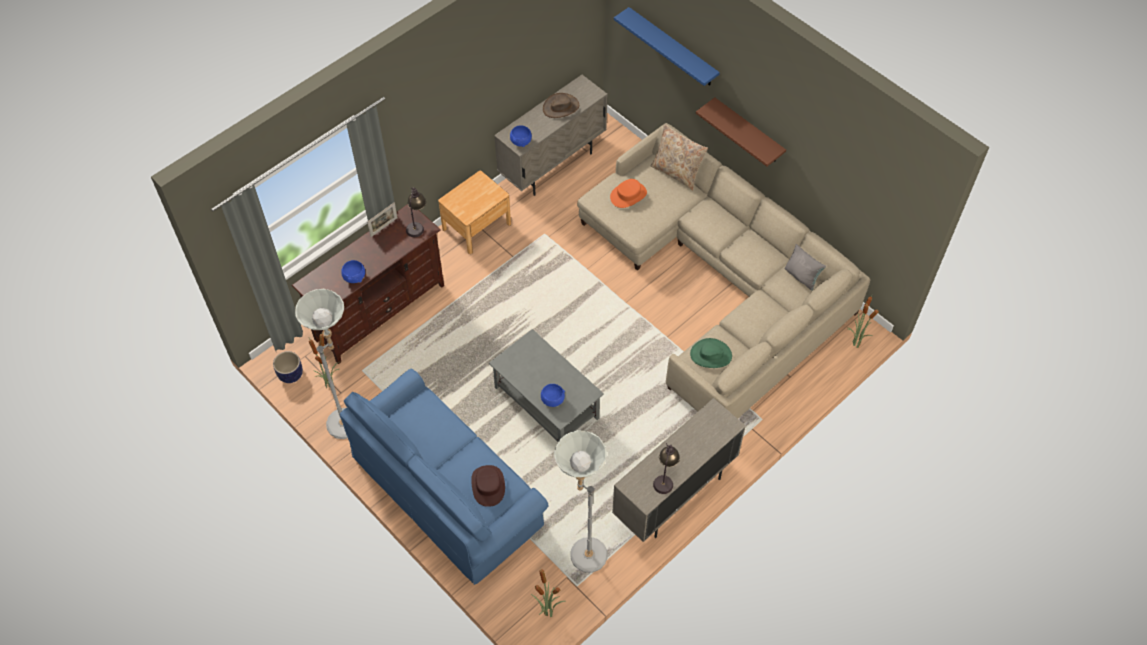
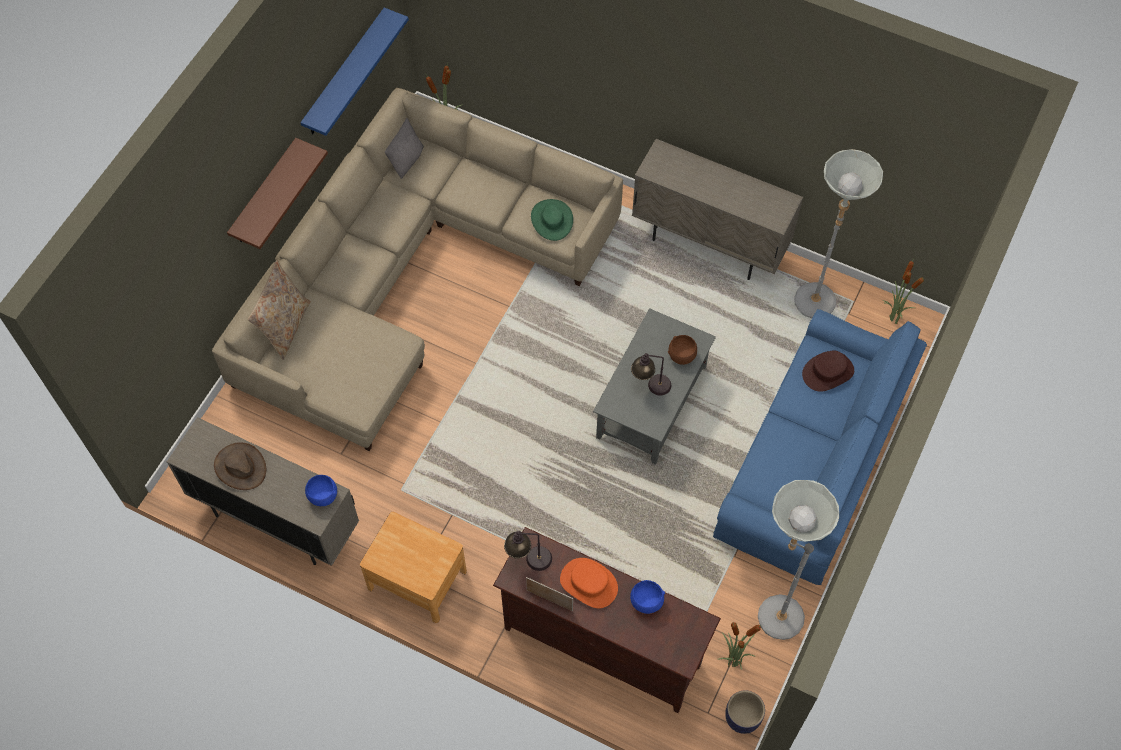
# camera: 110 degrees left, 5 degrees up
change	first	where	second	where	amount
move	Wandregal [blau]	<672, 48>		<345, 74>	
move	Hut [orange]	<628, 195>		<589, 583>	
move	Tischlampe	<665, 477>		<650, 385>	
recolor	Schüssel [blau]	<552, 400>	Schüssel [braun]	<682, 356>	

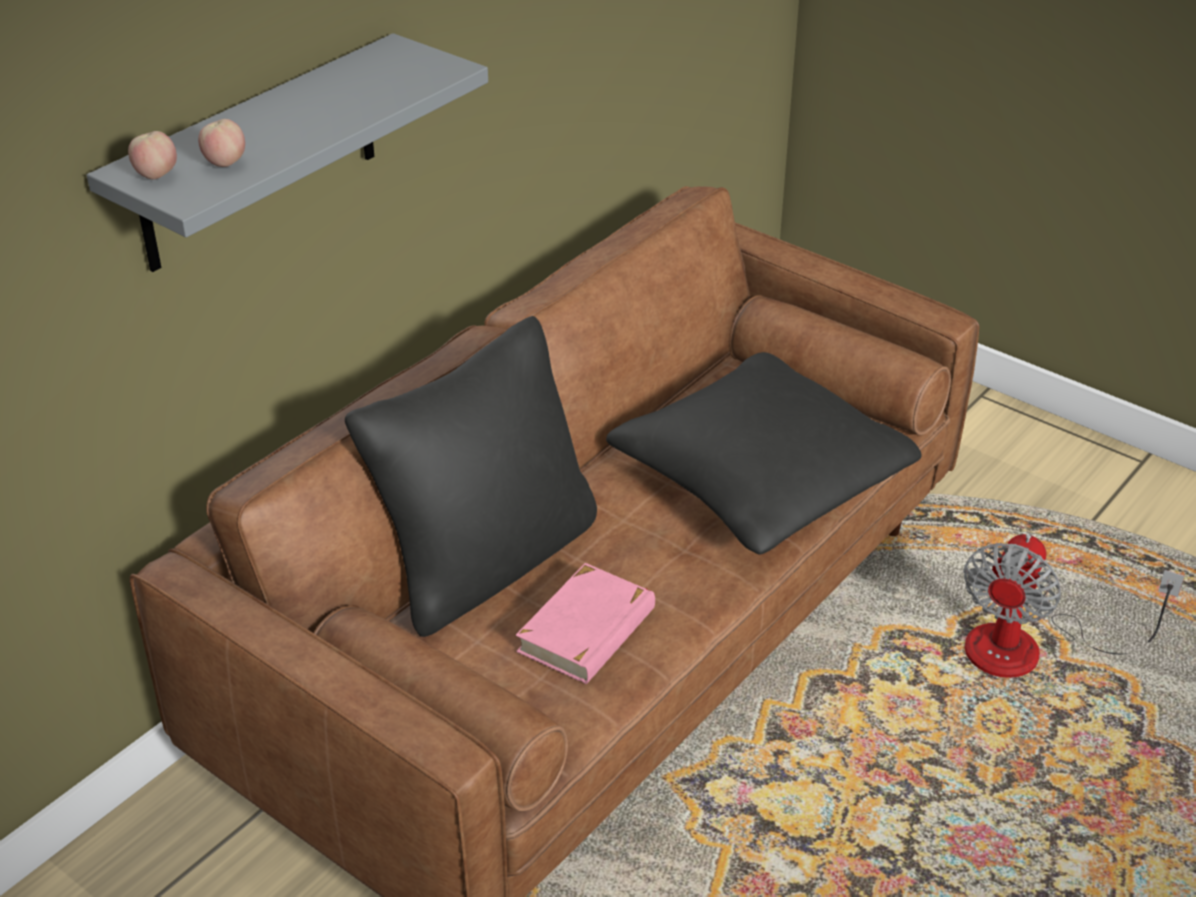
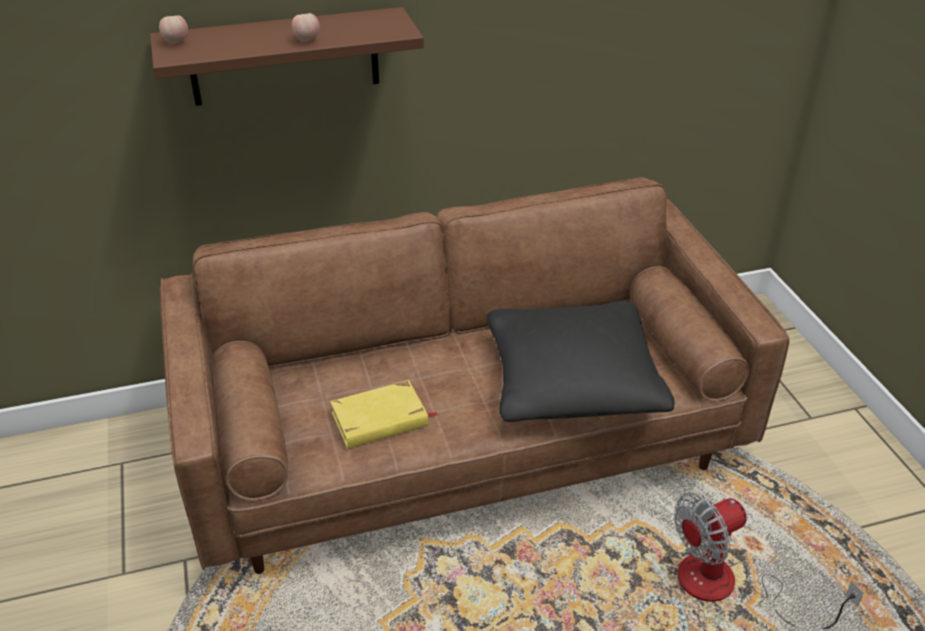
# camera: 35 degrees right, 0 degrees up
change	first	where	second	where	amount
recolor	Wandregal [grau]	<259, 155>	Wandregal [braun]	<284, 57>	
move	Apfel	<225, 163>		<307, 41>	
recolor	Buch [rosa]	<588, 630>	Buch [gelb]	<380, 420>	
delete	Kissen [schwarz]	<486, 561>			

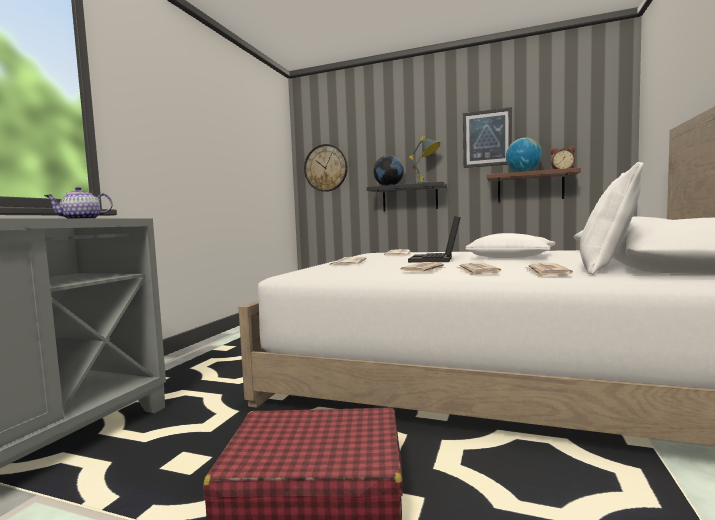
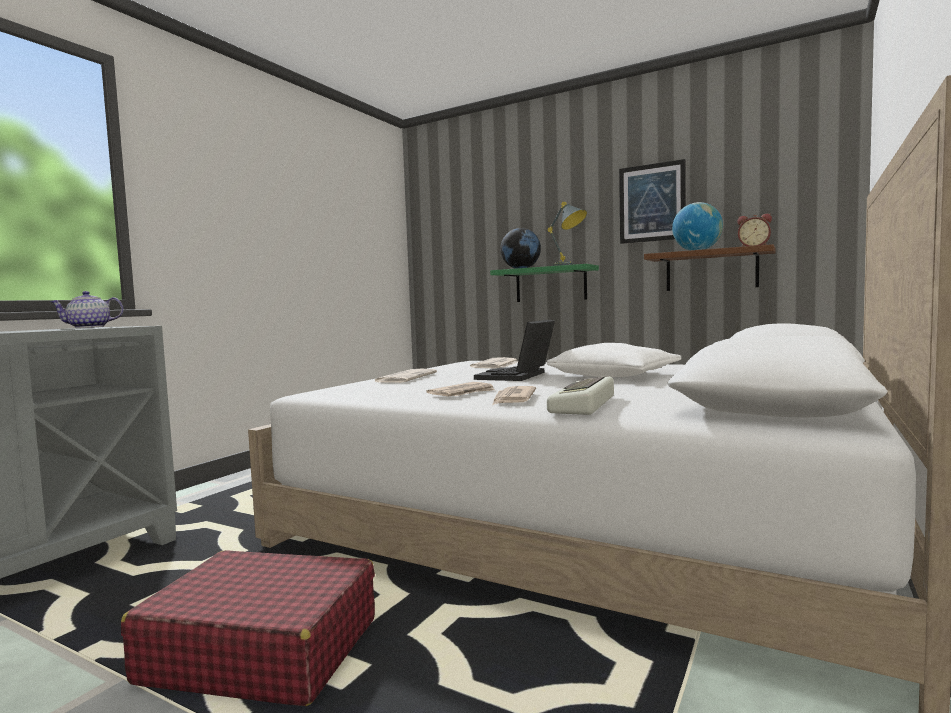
# camera: 10 degrees right, 0 degrees up
change	first	where	second	where	amount
recolor	Wandregal [schwarz]	<410, 198>	Wandregal [grün]	<550, 284>	
replace	Zeitung	<546, 273>	Tastatur	<585, 405>	
delete	Wanduhr	<326, 168>			
delete	Kissen [weiß]	<606, 268>			

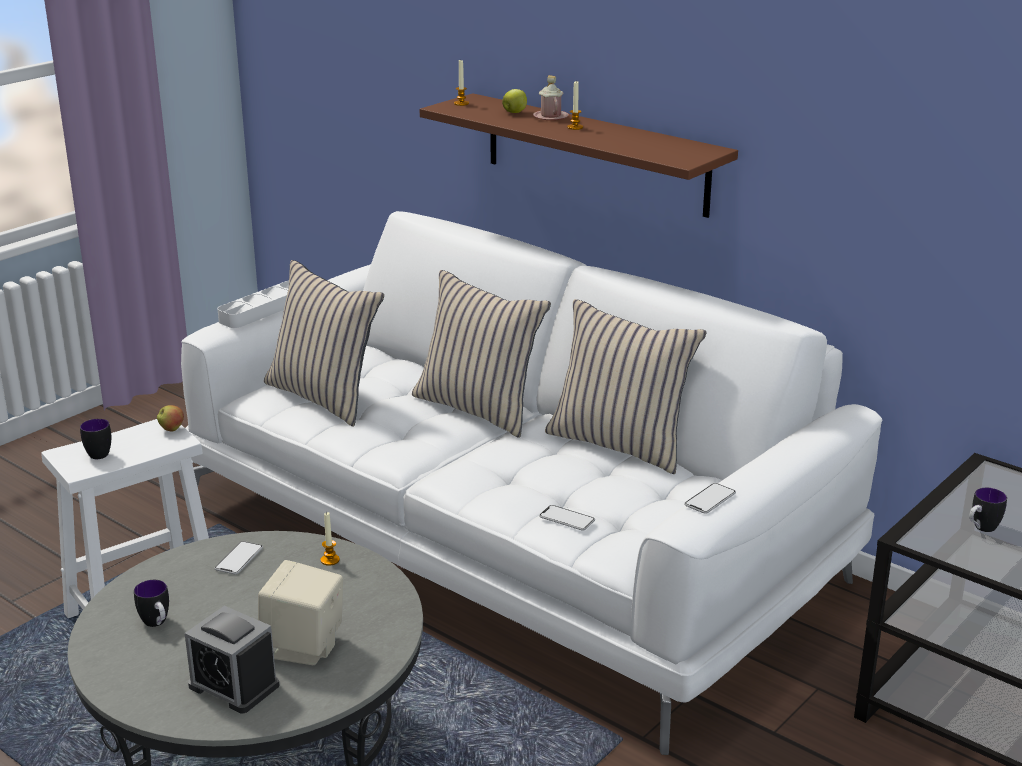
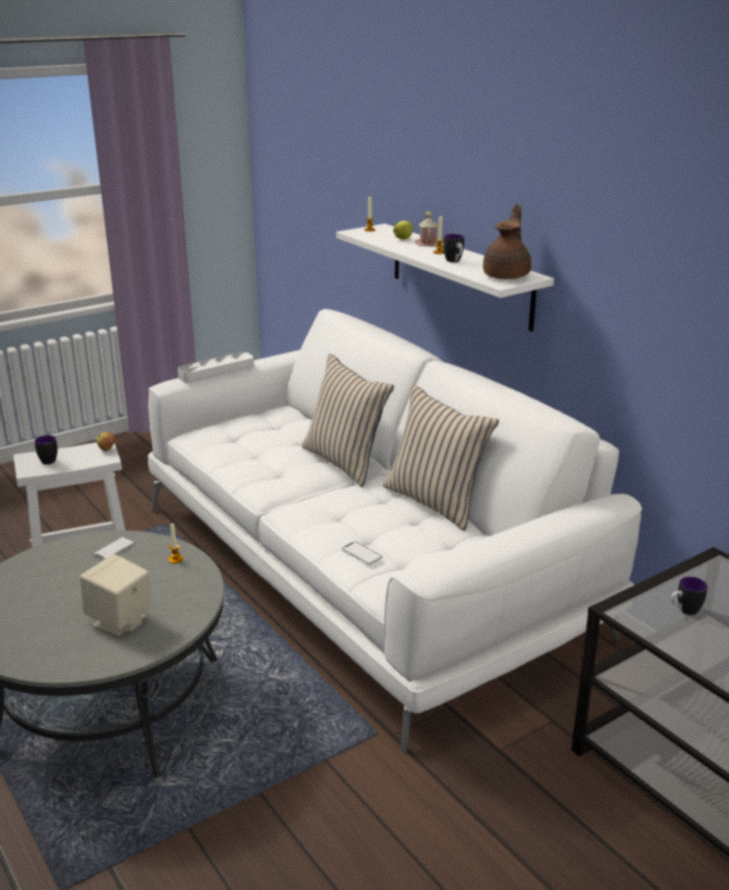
# camera: 15 degrees right, 0 degrees up
change	first	where	second	where	amount
recolor	Wandregal [braun]	<595, 154>	Wandregal [weiß]	<460, 275>	
move	Henkelbecher	<157, 624>		<454, 261>	
insert			Teekanne [braun]	<507, 275>	
delete	Wecker	<234, 686>			
delete	Kissen [beige]	<325, 397>			
delete	Handy	<710, 499>			

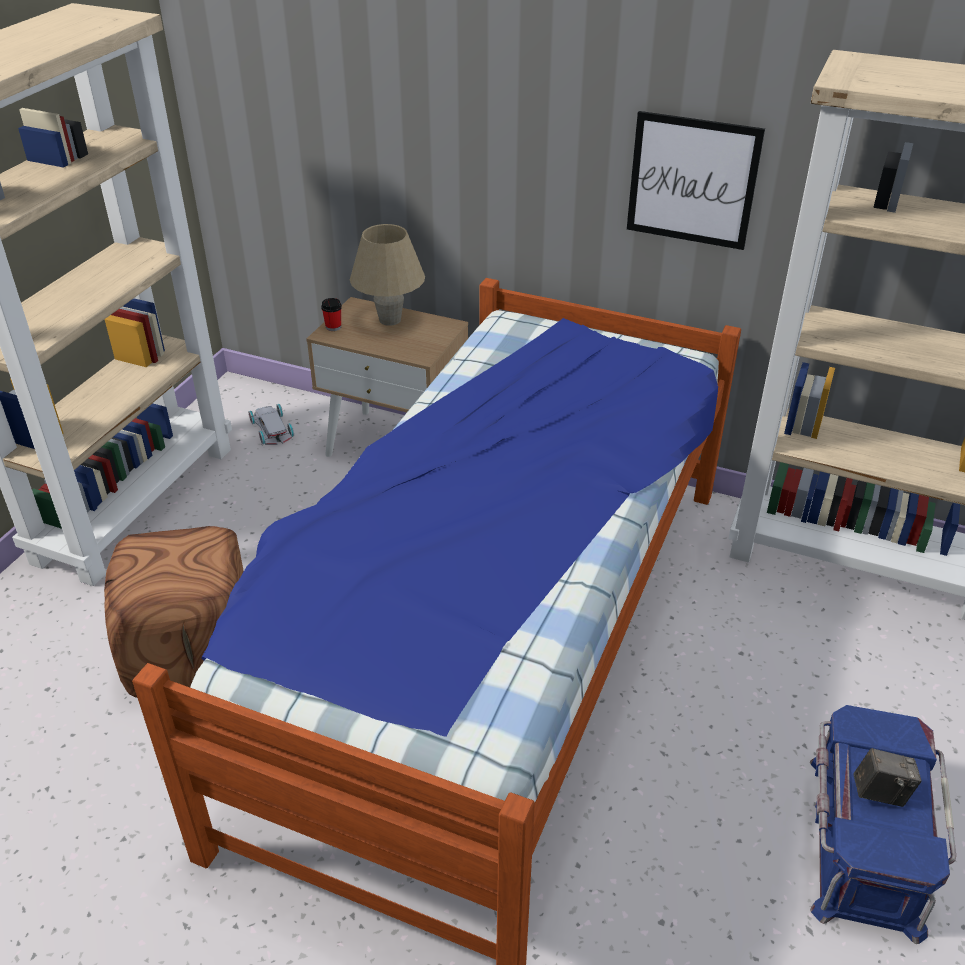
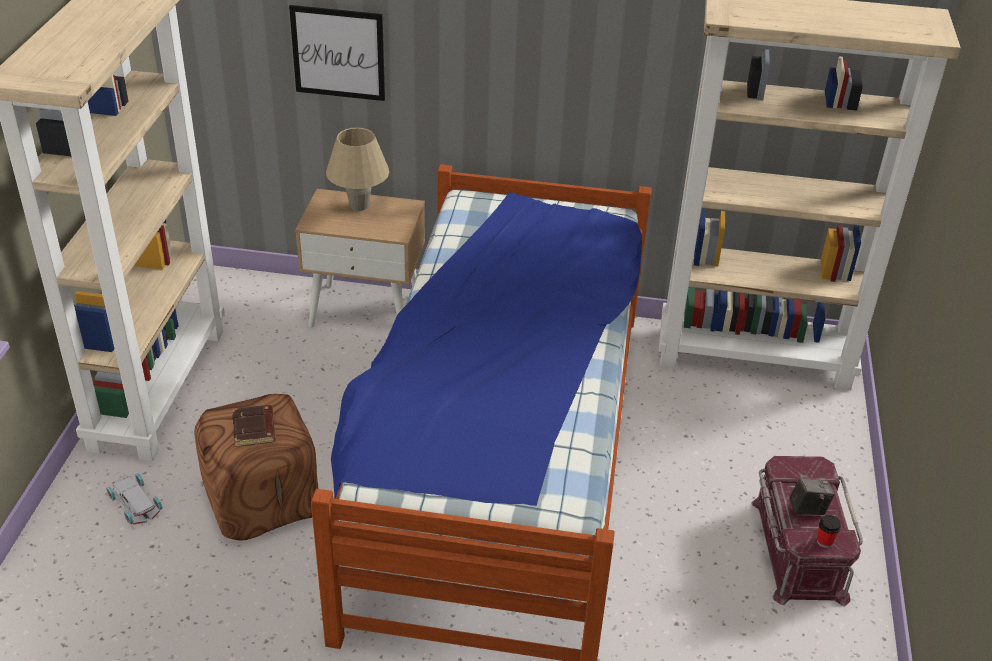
# camera: 15 degrees left, 0 degrees up
change	first	where	second	where	amount
move	Spielzeugauto [weiß]	<272, 428>		<135, 502>	
insert			Buch [braun]	<255, 429>	
move	Bild	<692, 180>		<338, 53>	
recolor	Aufbewahrungsbox [blau]	<861, 841>	Aufbewahrungsbox [rot]	<796, 549>	
move	Tasse	<333, 327>		<824, 541>	

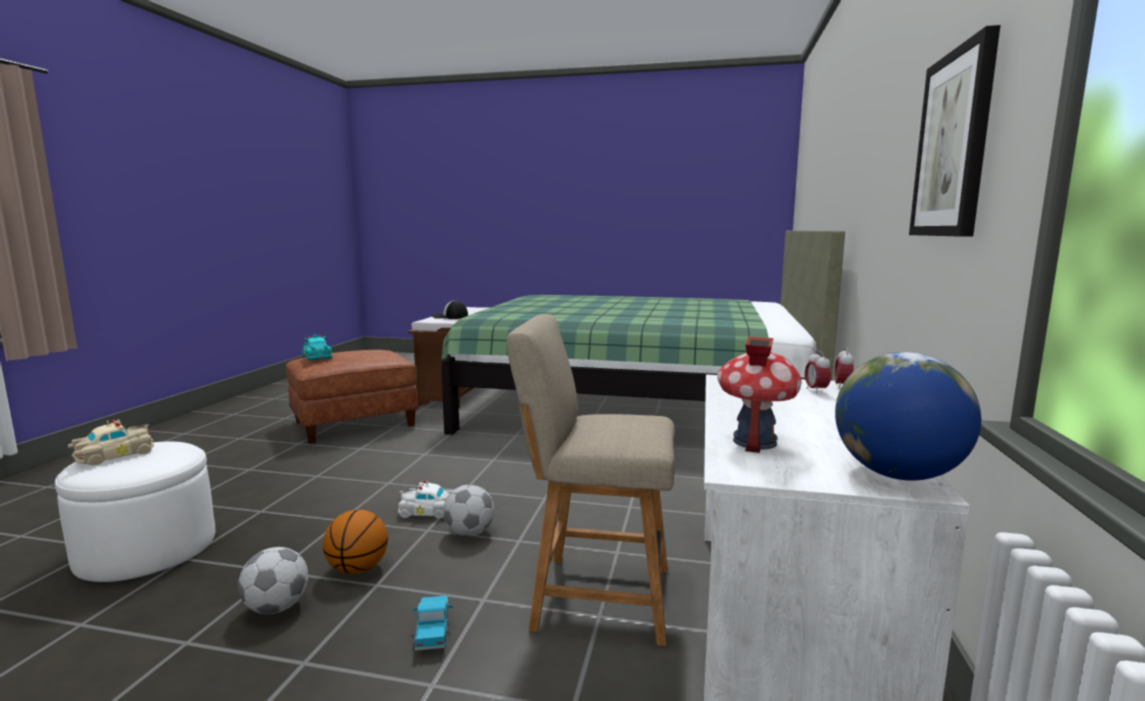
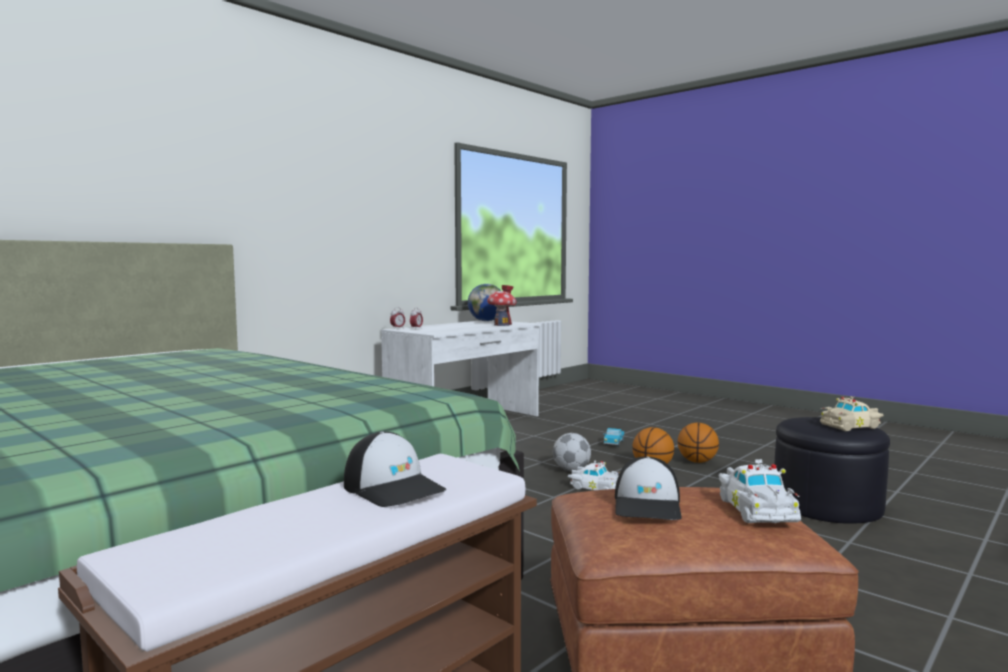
# camera: 150 degrees left, 5 degrees down
change	first	where	second	where	amount
insert			Kappe	<648, 505>	
replace	Fußball	<277, 607>	Basketball	<697, 461>	
recolor	Spielzeugauto [türkis]	<317, 357>	Spielzeugauto [weiß]	<757, 509>	
recolor	Polsterhocker [weiß]	<146, 549>	Polsterhocker [schwarz]	<827, 505>	
delete	Stuhl [beige]	<594, 596>			
delete	Bild	<954, 145>			

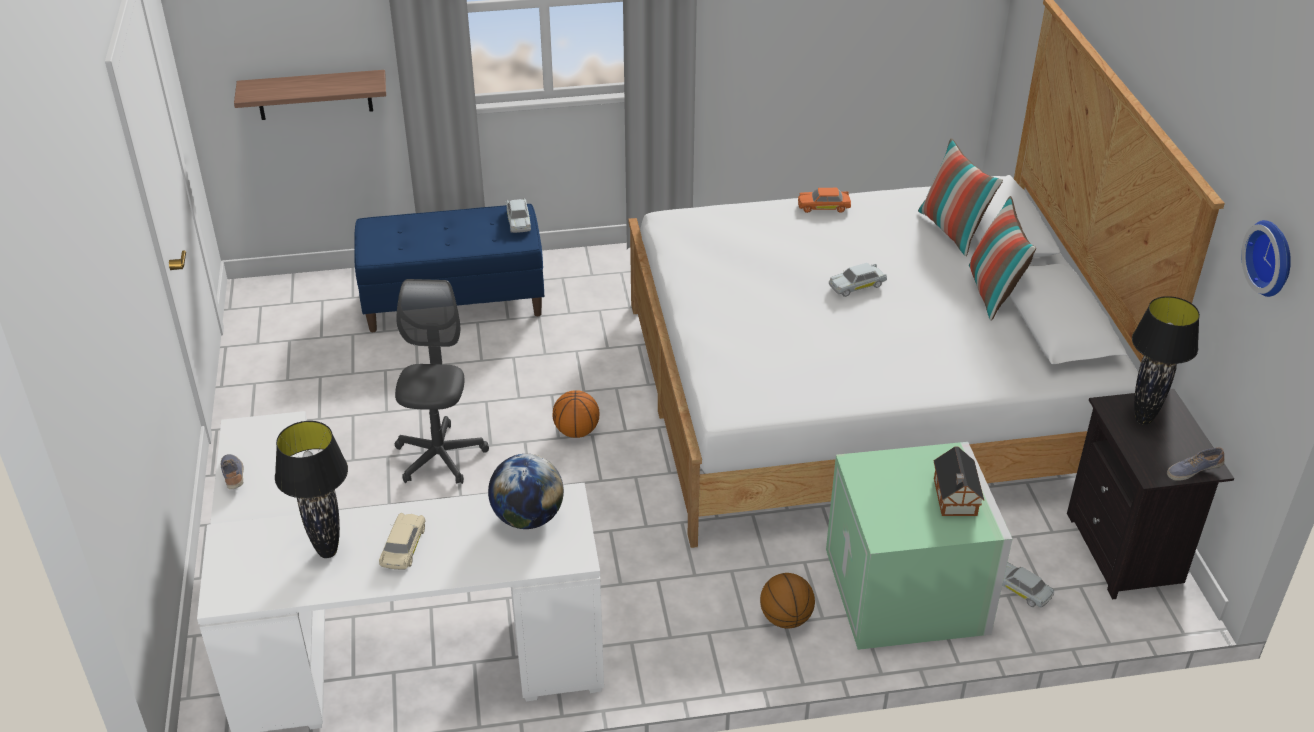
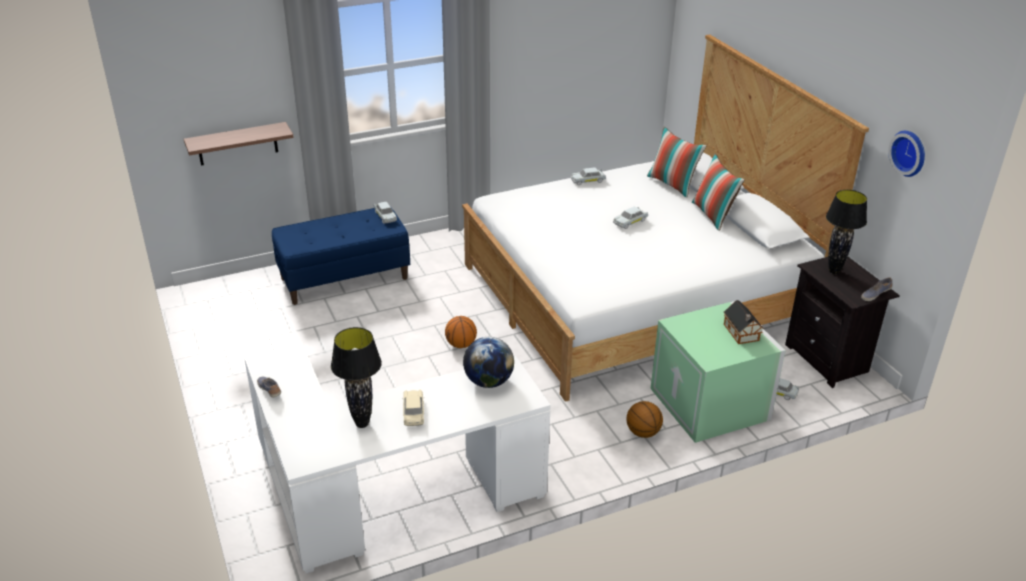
# camera: 15 degrees left, 5 degrees down
change	first	where	second	where	amount
recolor	Spielzeugauto [orange]	<824, 206>	Spielzeugauto [weiß]	<588, 180>	
delete	Bürostuhl [grau]	<440, 457>			

